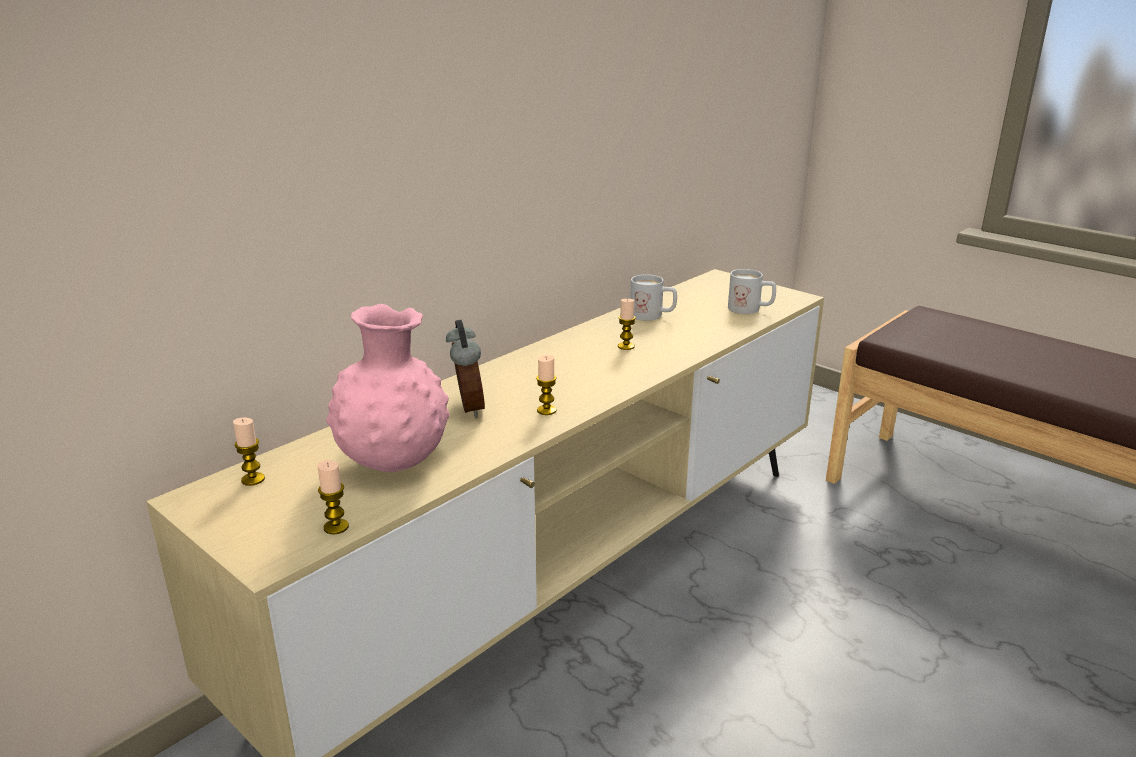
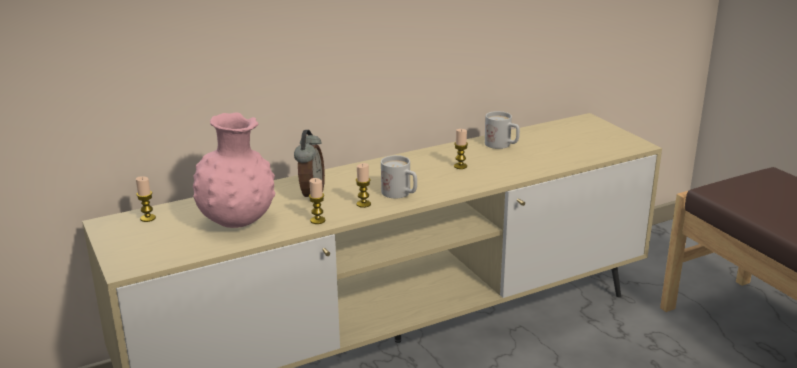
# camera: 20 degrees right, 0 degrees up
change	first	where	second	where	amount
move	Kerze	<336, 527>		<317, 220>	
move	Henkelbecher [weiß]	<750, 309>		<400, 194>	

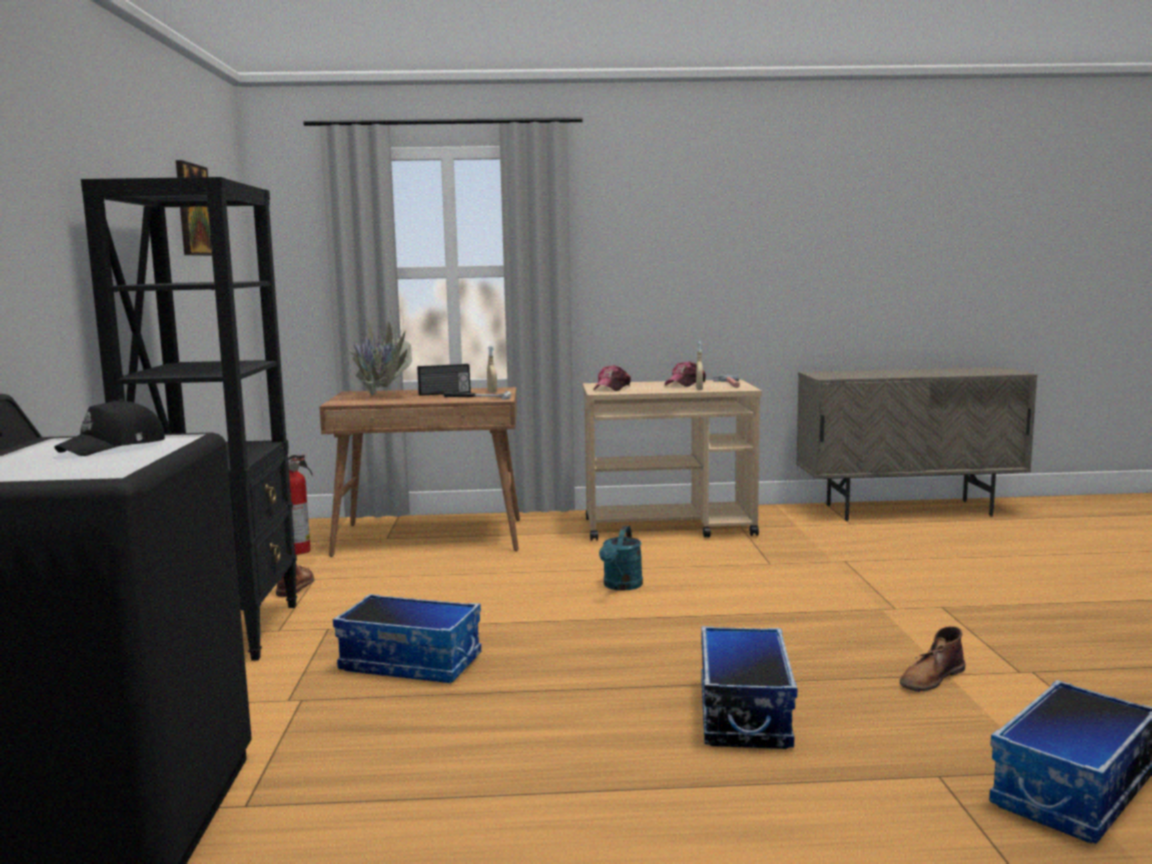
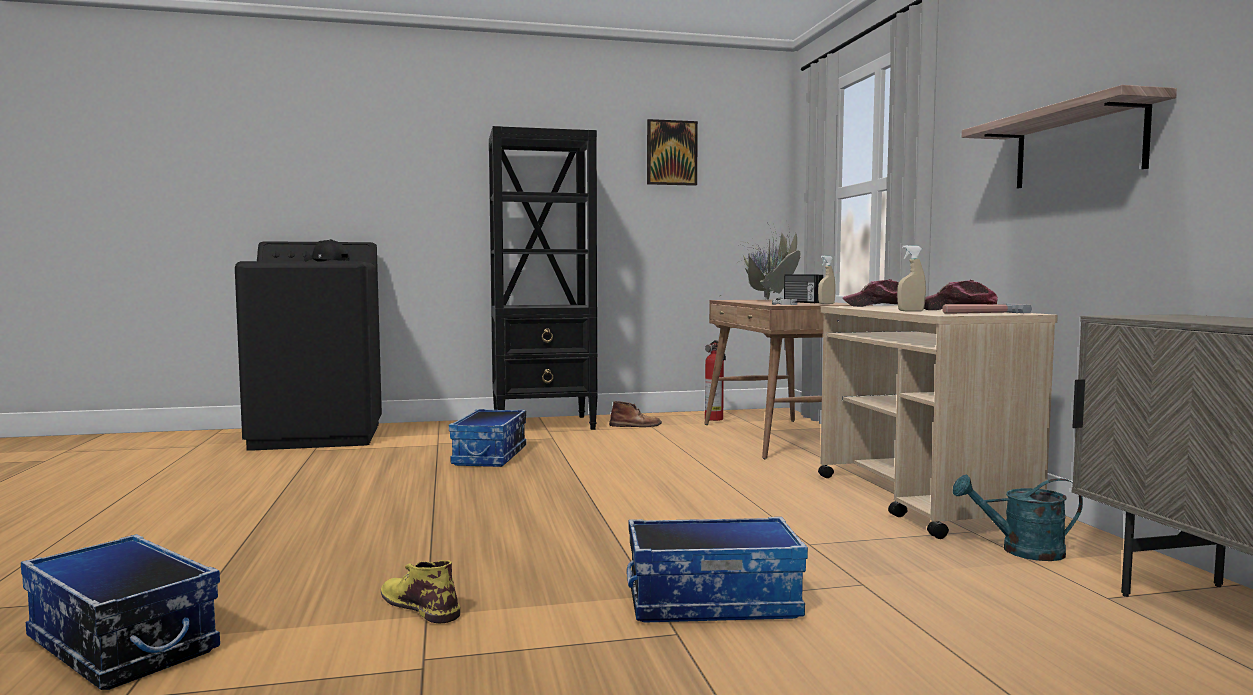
# camera: 80 degrees right, 5 degrees down
change	first	where	second	where	amount
recolor	Stiefel [braun]	<931, 677>	Stiefel [gelb]	<420, 605>	
move	Aufbewahrungsbox	<742, 713>		<713, 601>	
move	Gießkanne [türkis]	<621, 586>		<1021, 551>	
insert			Wandregal	<1078, 146>	

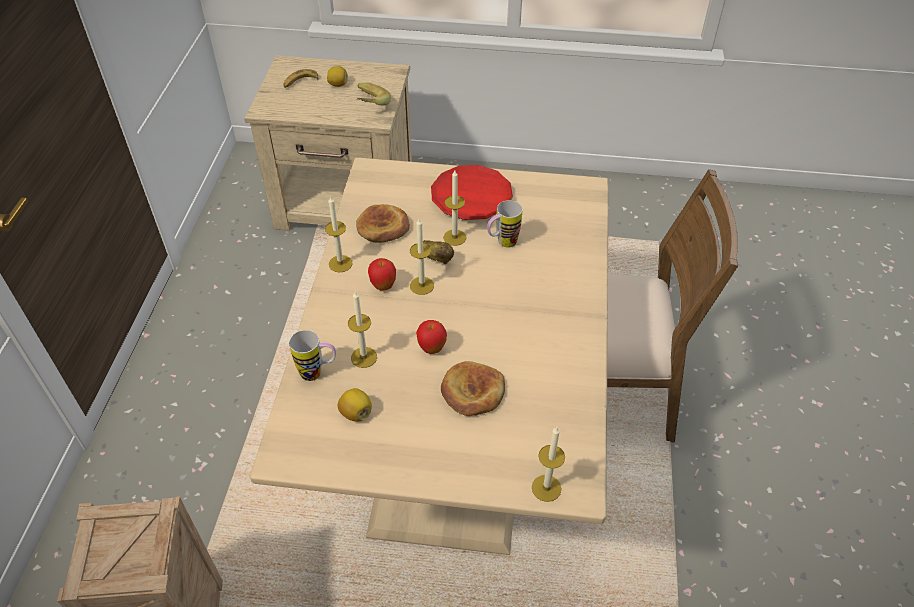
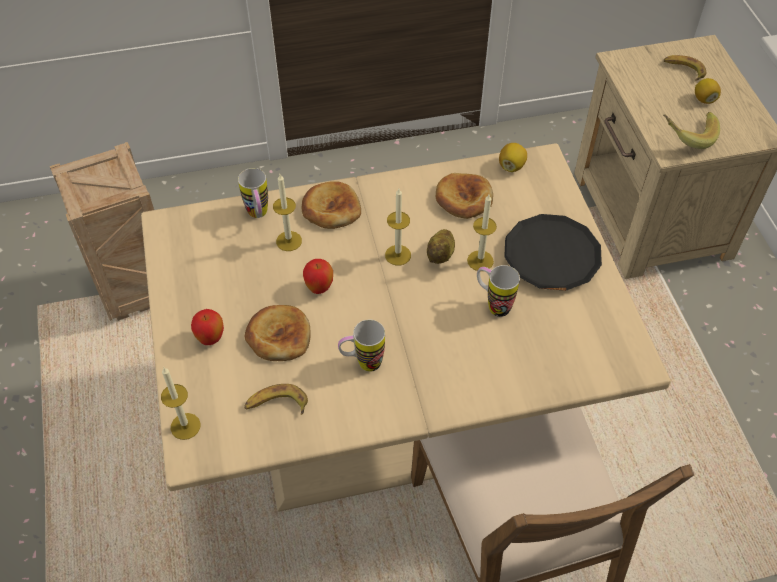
# camera: 70 degrees right, 5 degrees up
change	first	where	second	where	amount
move	Apfel	<383, 286>		<210, 339>	
insert			Banane	<276, 404>	
insert			Brot	<331, 208>	
insert			Henkelbecher	<362, 363>	
move	Zitrone	<356, 413>		<511, 166>	
recolor	Teller [rot]	<471, 197>	Teller [schwarz]	<551, 257>	
delete	Kerze	<340, 263>			

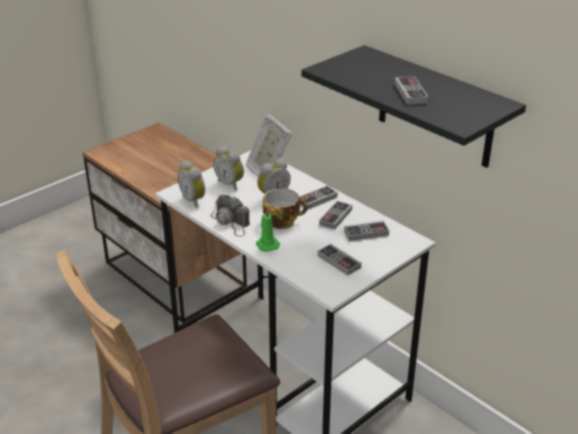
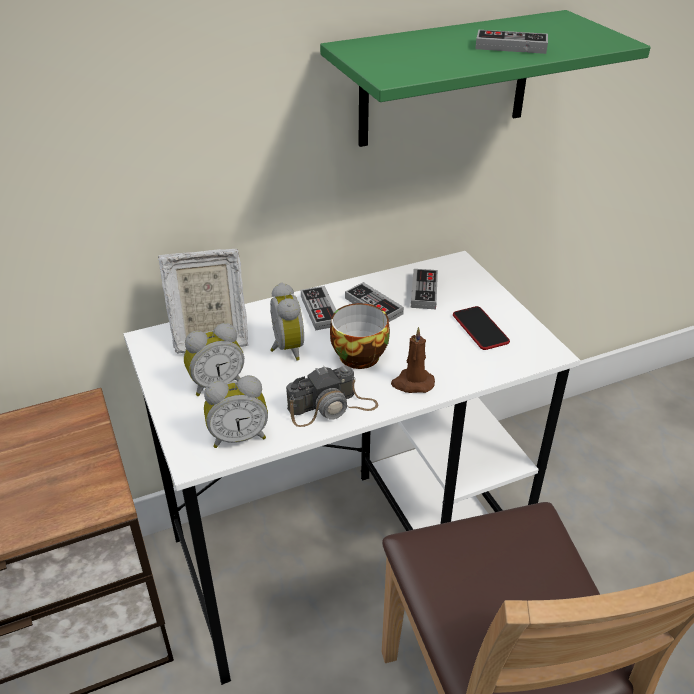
# camera: 70 degrees left, 5 degrees up
change	first	where	second	where	amount
recolor	Wandregal [schwarz]	<435, 108>	Wandregal [grün]	<445, 80>	
recolor	Kerze [grün]	<267, 244>	Kerze [braun]	<412, 383>	
replace	Gamepad	<339, 261>	Handy	<480, 329>	

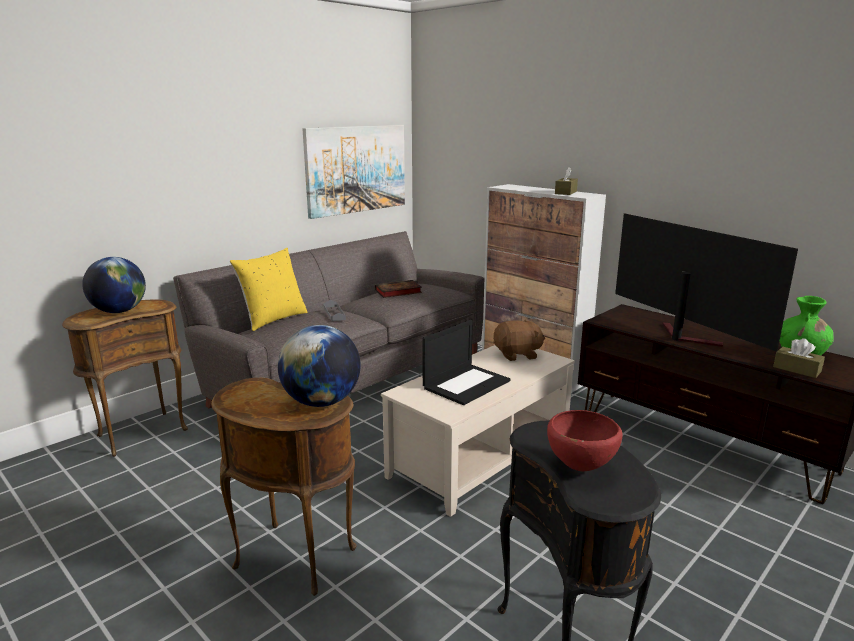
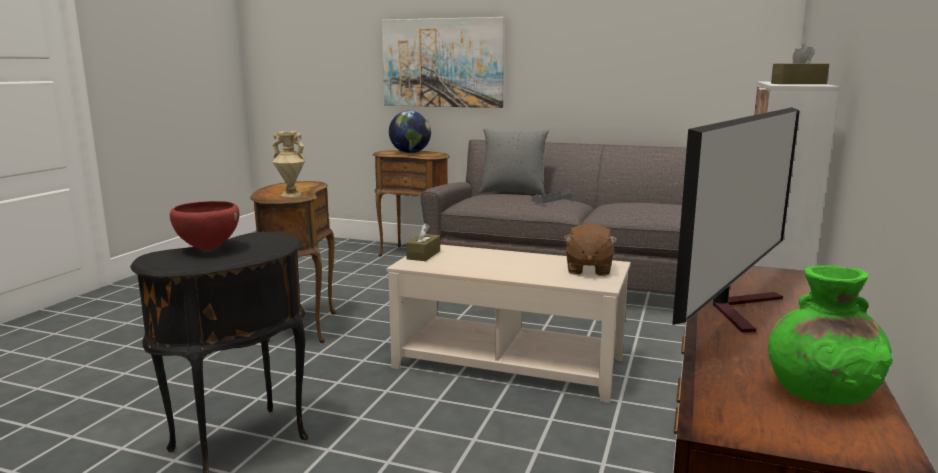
# camera: 65 degrees right, 5 degrees down
change	first	where	second	where	amount
replace	Globus	<321, 402>	Vase [beige]	<291, 194>	
move	Bild	<356, 169>		<442, 63>	
move	Taschentuchbox [braun]	<797, 369>		<423, 255>	
recolor	Kissen [gelb]	<273, 319>	Kissen [grau]	<513, 192>	
rotate	Plüschtier [braun]	<517, 355>		<588, 269>	45 degrees clockwise
delete	Buch	<397, 292>			
delete	Laptop	<466, 384>			

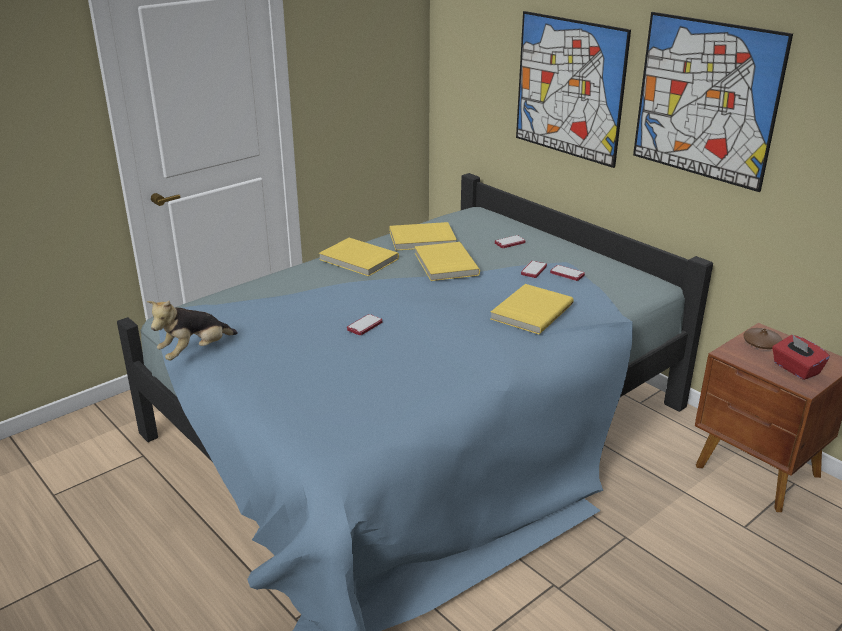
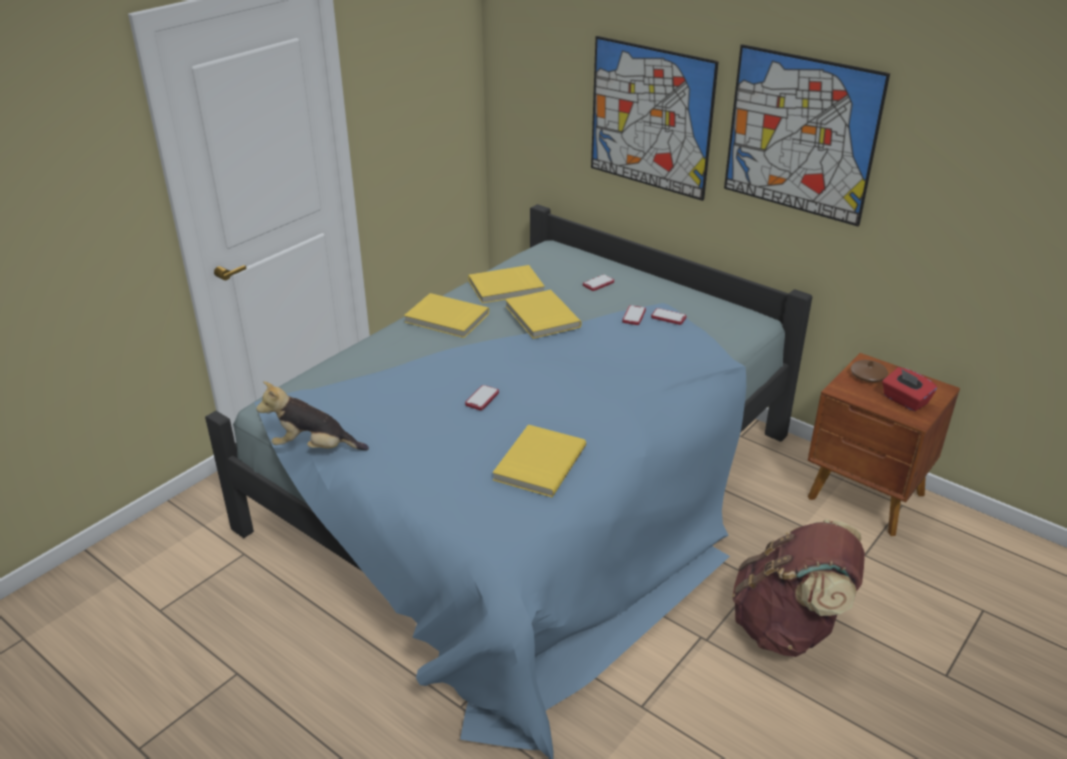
# camera: 10 degrees left, 5 degrees up
change	first	where	second	where	amount
rotate	Plüschtier	<195, 352>		<314, 448>	60 degrees clockwise
move	Buch [gelb]	<530, 311>		<538, 463>	
insert			Rucksack [braun]	<788, 627>	

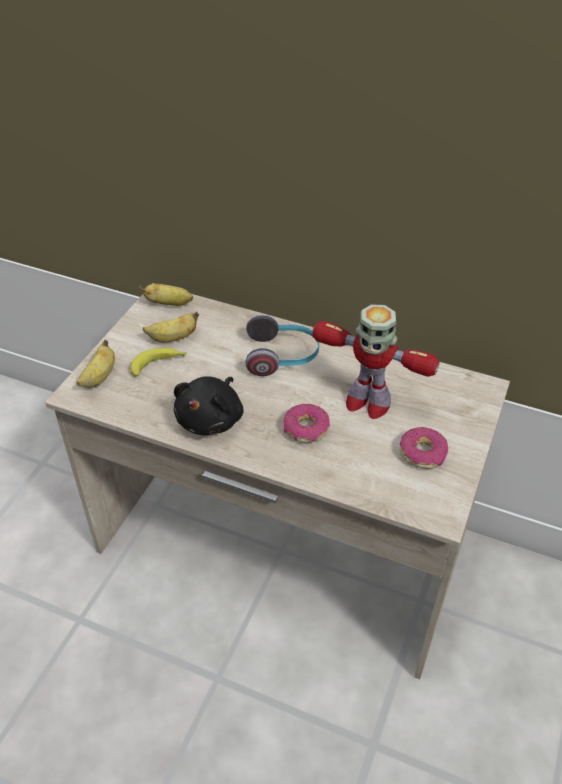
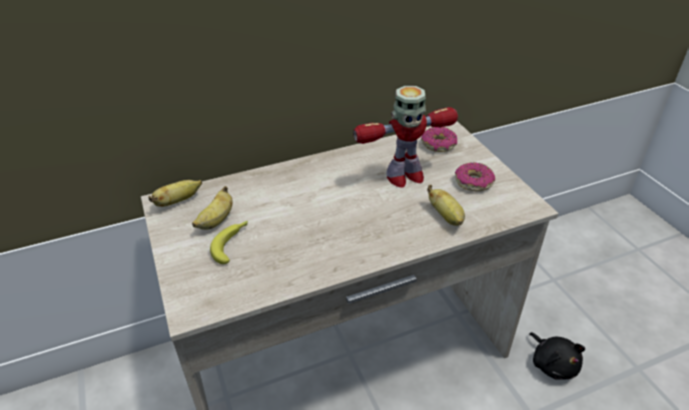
# camera: 45 degrees left, 5 degrees down
change	first	where	second	where	amount
move	Donut	<305, 429>		<438, 145>	
move	Banane	<99, 377>		<446, 217>	
move	Plüschtier [schwarz]	<211, 419>		<552, 364>	
delete	Kopfhörer	<282, 357>			

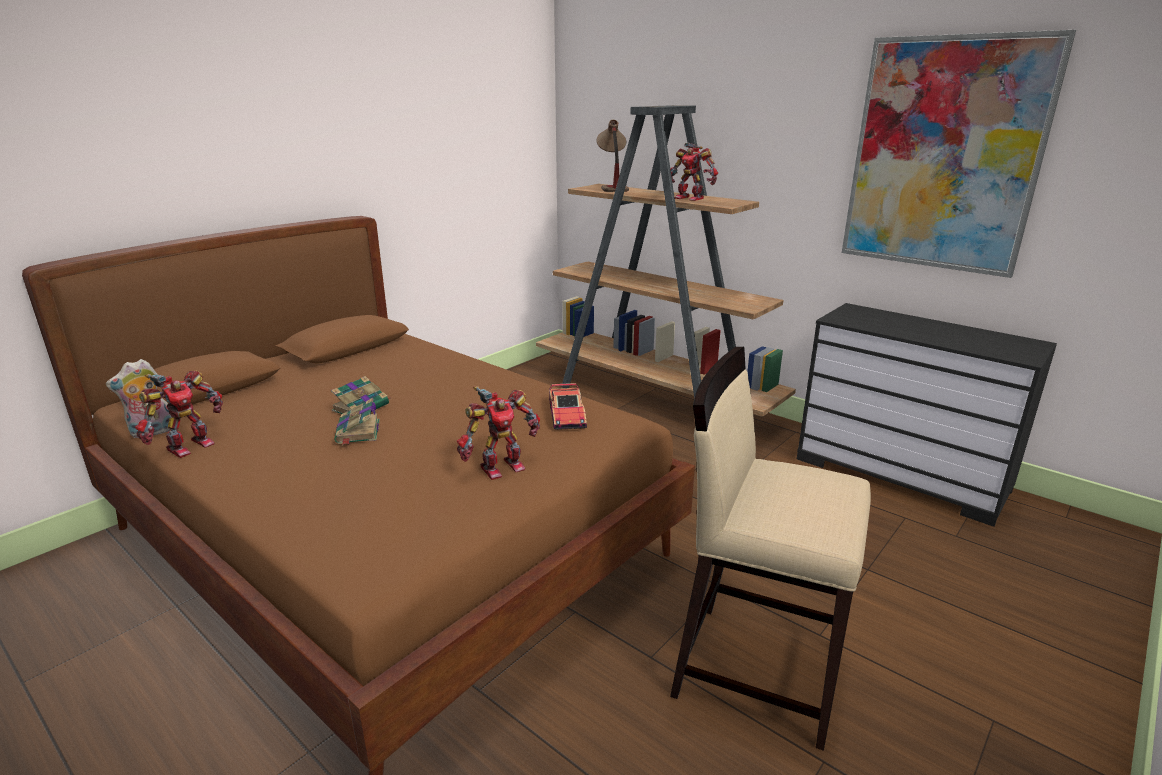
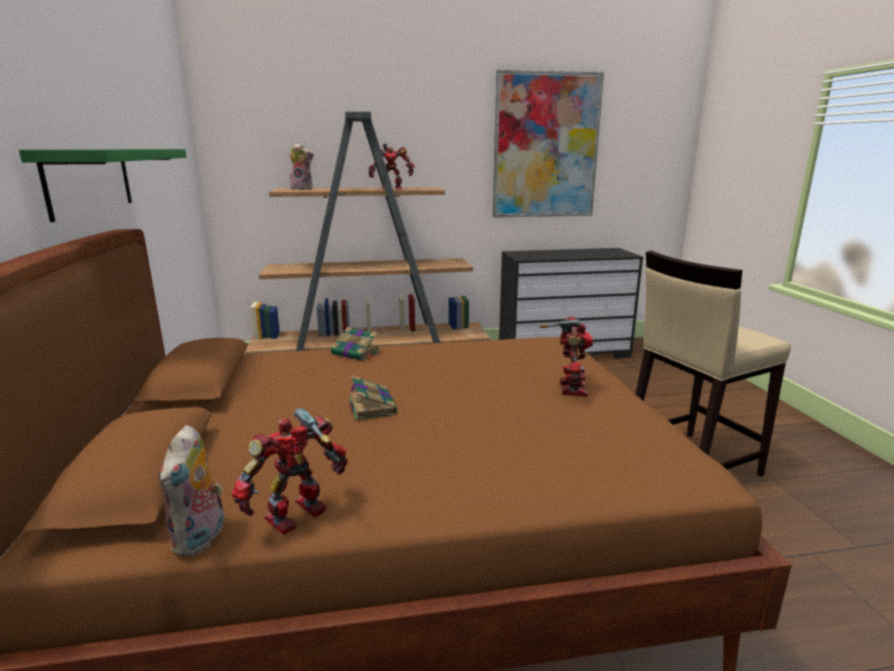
# camera: 50 degrees left, 5 degrees down
change	first	where	second	where	amount
insert			Wandregal [grün]	<90, 180>	
rotate	Spielzeugroboter	<188, 446>		<298, 516>	120 degrees counterclockwise
replace	Tischlampe	<612, 188>	Plüschtier	<303, 189>	
move	Buch	<358, 432>		<356, 353>	
delete	Spielzeugauto	<567, 415>			

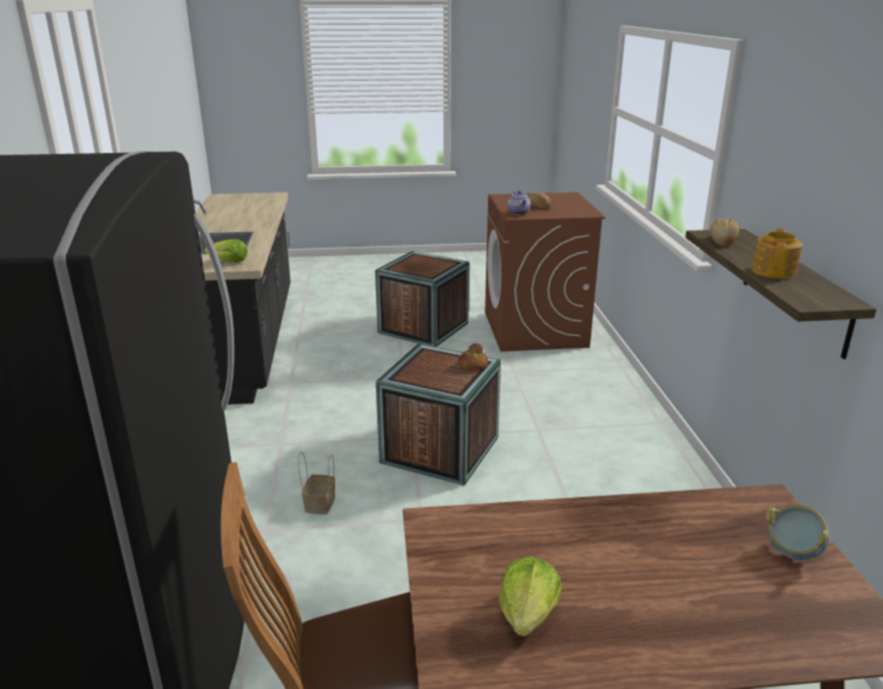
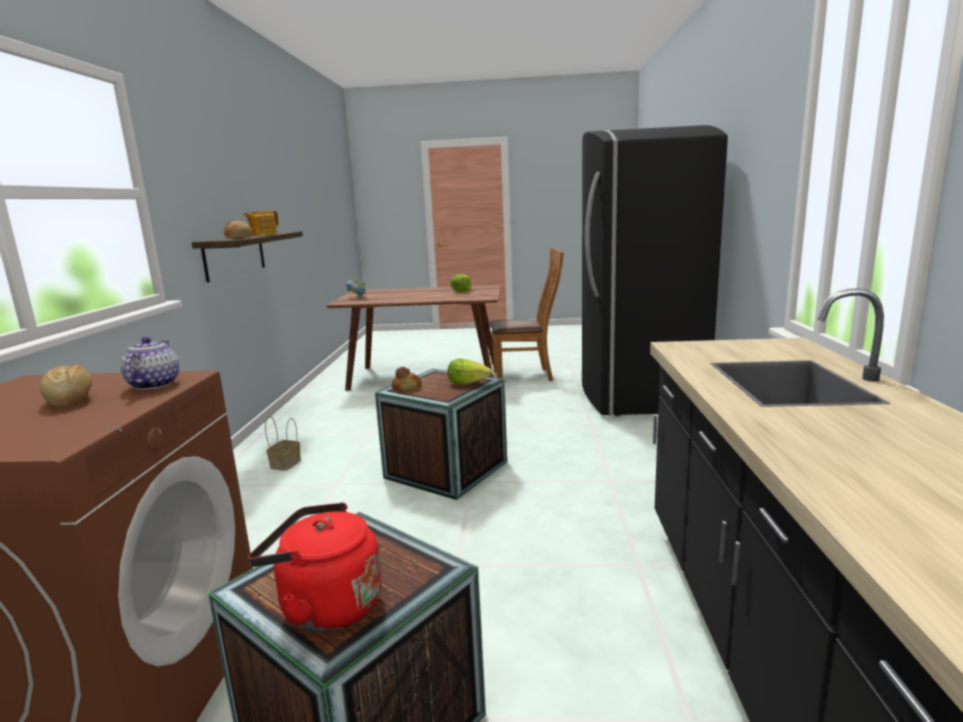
# camera: 170 degrees left, 10 degrees down
change	first	where	second	where	amount
insert			Wasserkessel [rot]	<325, 606>	
move	Korb	<319, 503>		<285, 464>	
move	Salatkopf	<228, 262>		<468, 383>	

